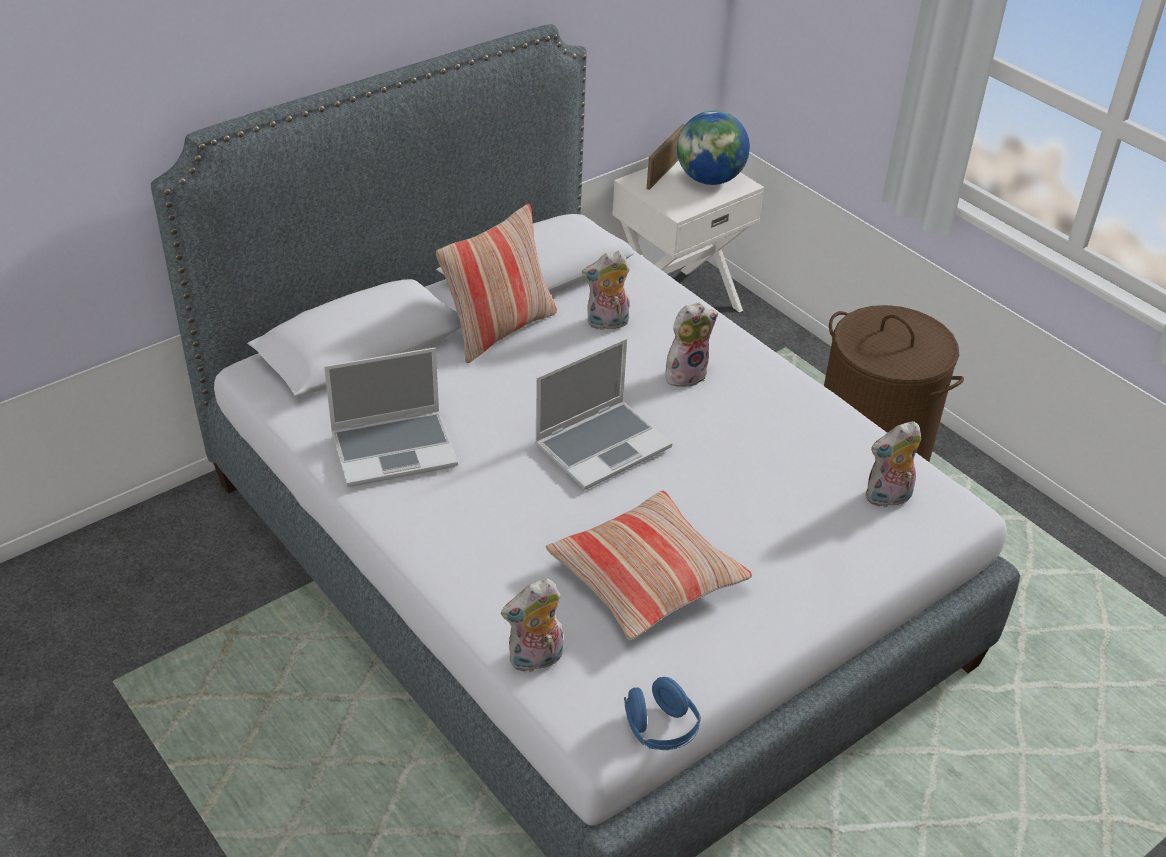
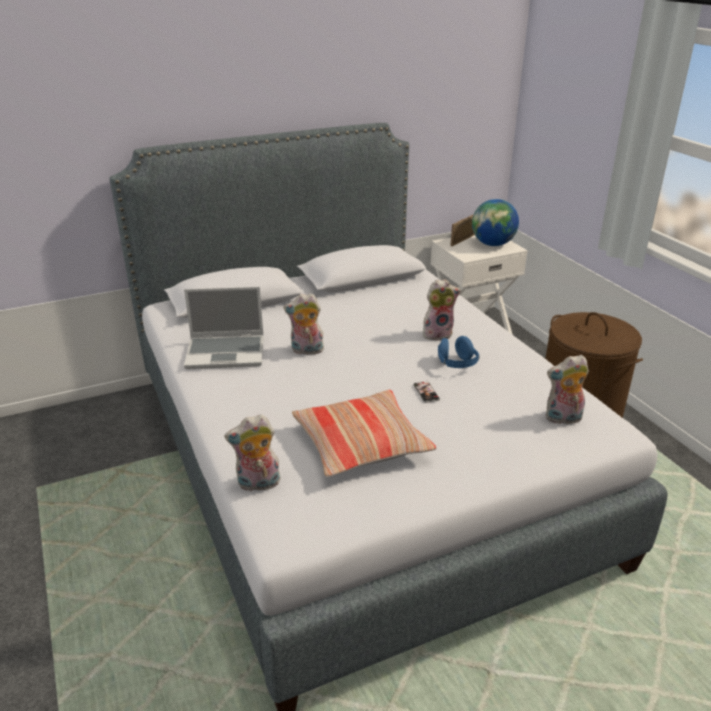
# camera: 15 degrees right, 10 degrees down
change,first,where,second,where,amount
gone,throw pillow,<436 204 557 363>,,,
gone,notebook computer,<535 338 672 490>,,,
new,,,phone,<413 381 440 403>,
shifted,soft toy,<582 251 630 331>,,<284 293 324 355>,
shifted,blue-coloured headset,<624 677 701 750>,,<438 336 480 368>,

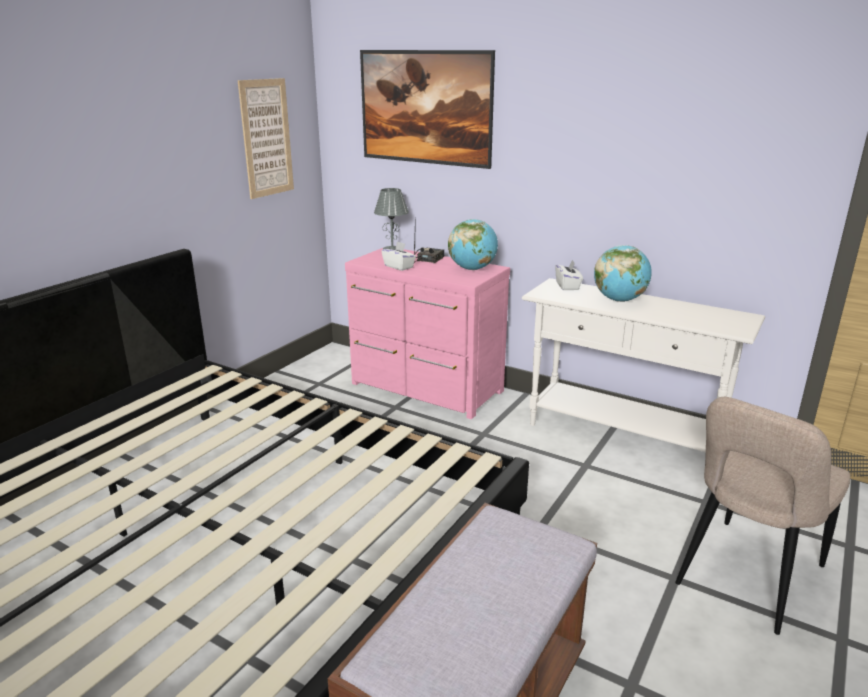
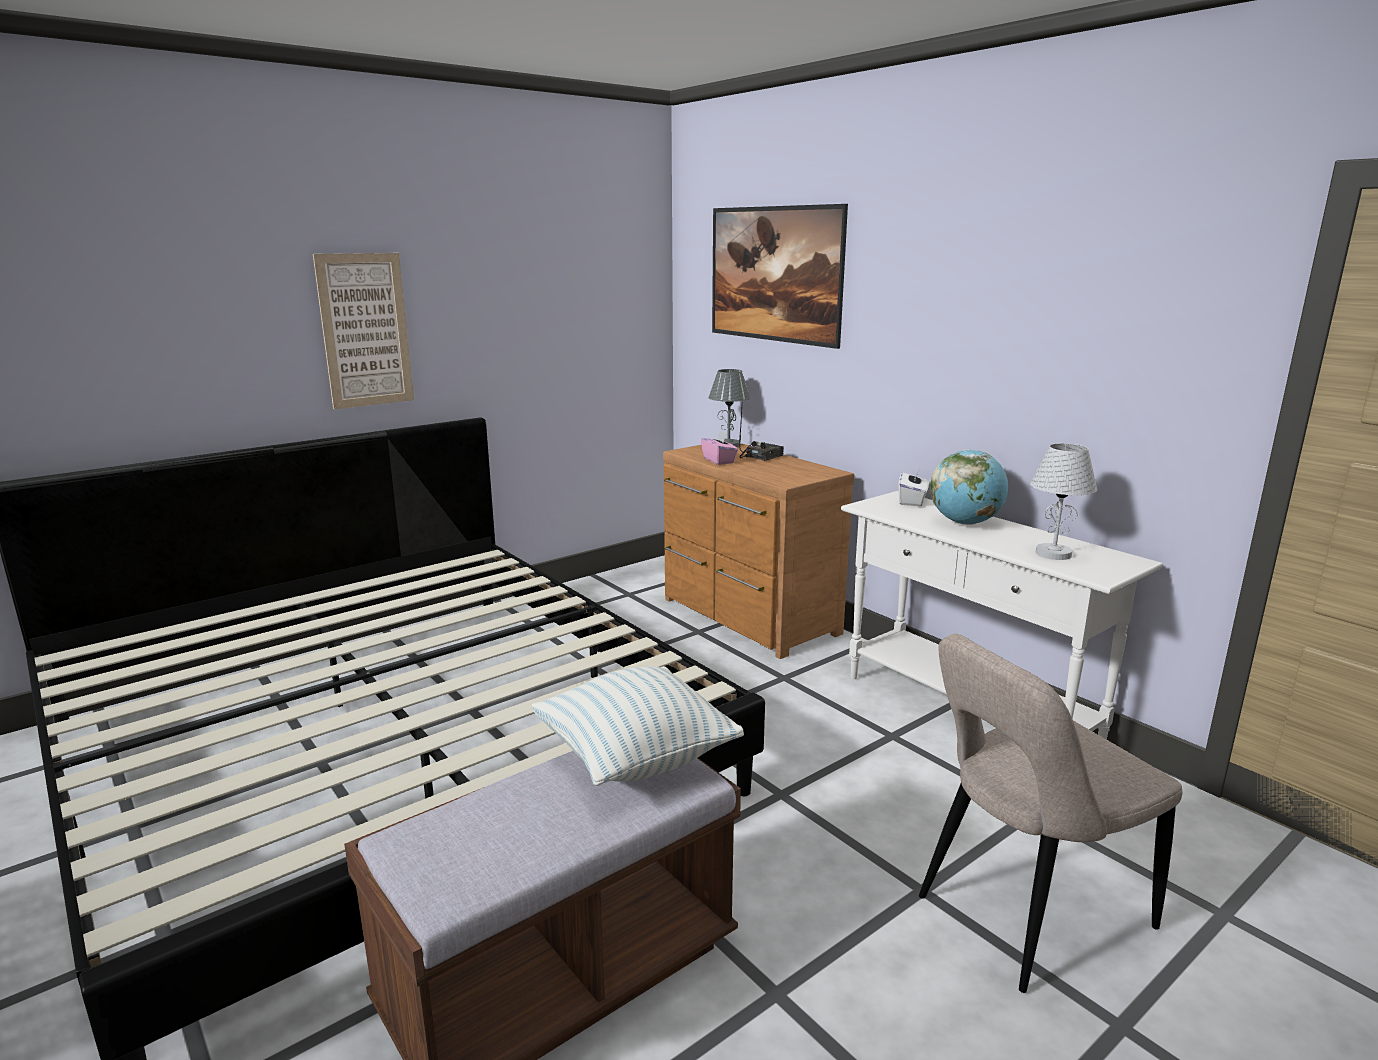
# camera: 20 degrees right, 5 degrees down
change,first,where,second,where,amount
gone,world globe,<448 219 498 270>,,,
new,,,throw pillow,<531 666 744 786>,
new,,,white lamp for a table,<1030 443 1097 560>,
shifted,picture,<238 78 294 199>,,<313 253 414 409>,
repainted,pink-coloured dresser,<345 248 510 419>,brown dresser,<663 443 855 659>,
repainted,white tissue box,<381 241 416 271>,pink-coloured tissue box,<701 430 738 465>,

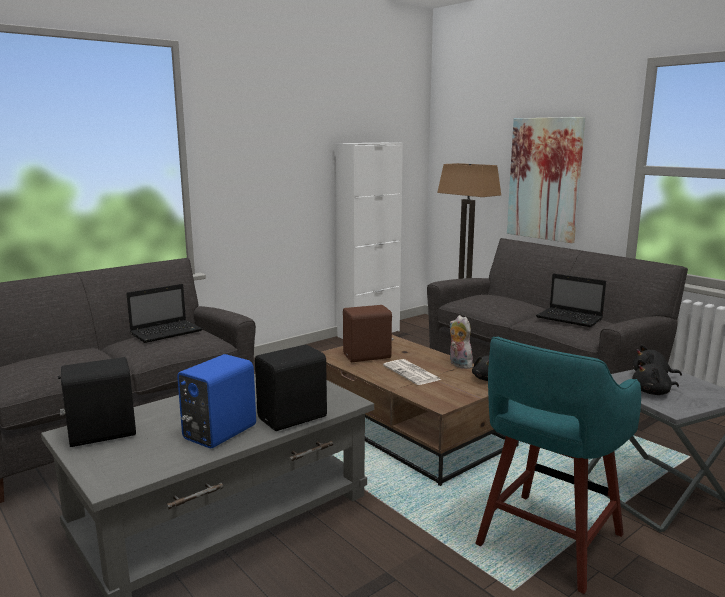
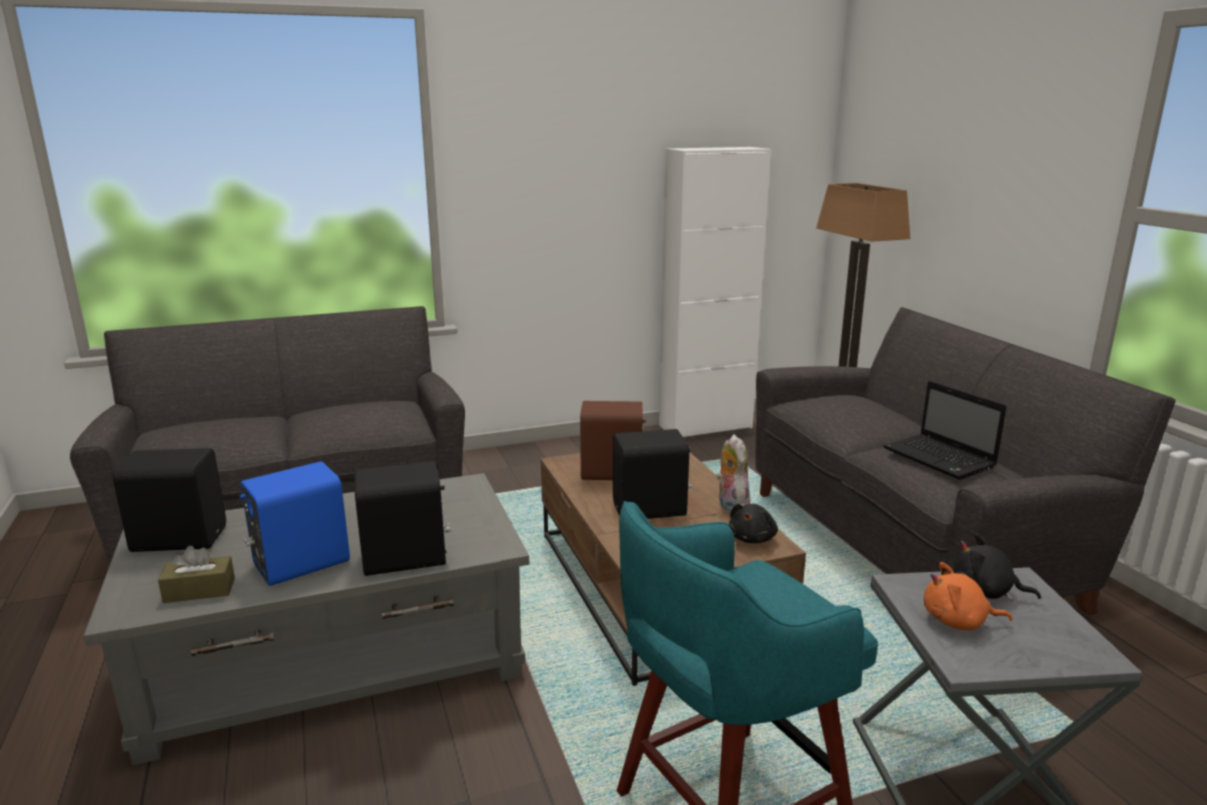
# camera: 20 degrees right, 5 degrees up
change,first,where,second,where,amount
gone,notebook computer,<126 284 202 343>,,,
gone,picture,<507 117 586 243>,,,
new,,,brown tissue box,<158 546 235 603>,
swapped,newspaper,<383 359 441 385>,blackish loudspeaker,<613 429 692 519>,
repainted,blackish soft toy,<632 359 679 395>,orangey soft toy,<924 562 1012 630>,

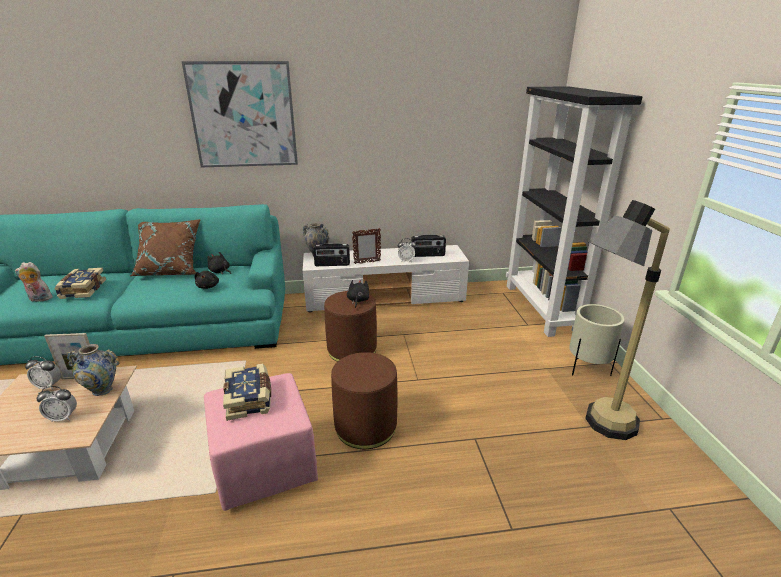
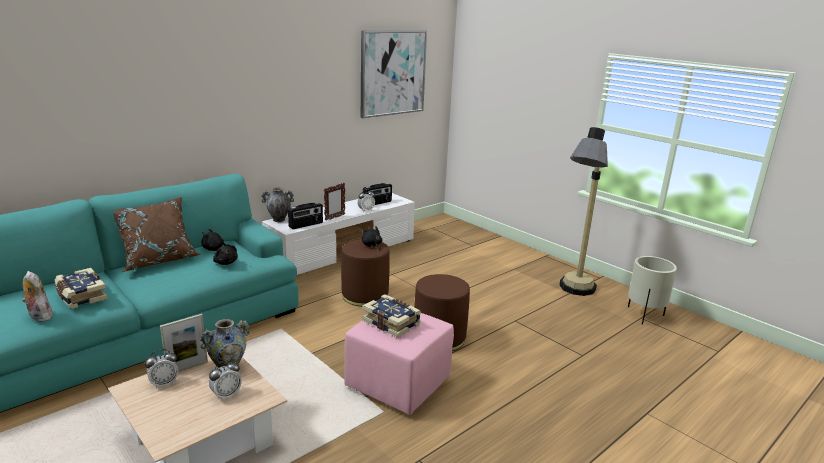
# camera: 35 degrees left, 5 degrees down
change,first,where,second,where,amount
gone,blackish bookshelf,<506 86 643 337>,,,
shifted,picture,<181 61 298 167>,,<361 30 427 118>,
shifted,beige-coloured flower pot,<569 304 624 376>,,<628 256 677 325>,
rotated,soft toy,<15 262 52 302>,,<22 271 52 322>,75 degrees clockwise

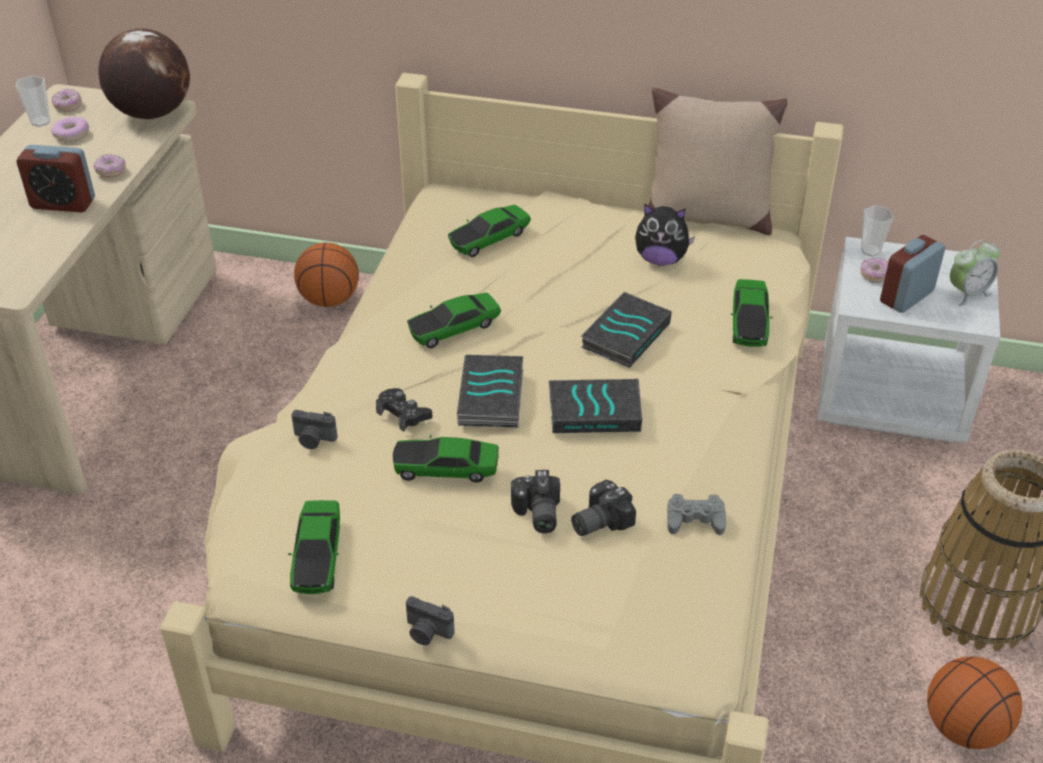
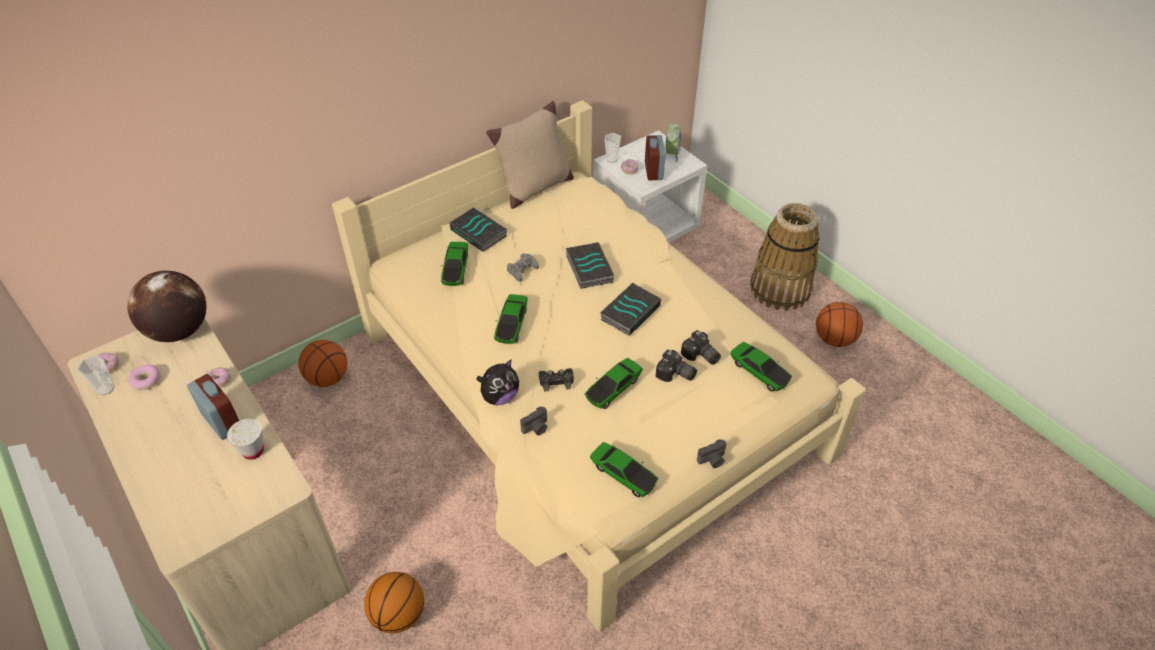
# camera: 50 degrees left, 5 degrees up
change,first,where,second,where,amount
new,,,white cup,<227 419 264 460>,
new,,,ball for basketball,<364 572 424 633>,
shifted,volume,<457 355 523 428>,,<449 207 507 252>,
shifted,soft toy,<635 204 695 266>,,<476 360 519 405>,
shifted,greyish joypad,<667 494 726 535>,,<507 253 539 282>,
shifted,model car,<731 279 773 347>,,<730 342 792 392>,
rotated,bedside clock,<16 145 95 212>,,<187 374 239 440>,90 degrees counterclockwise
rotated,photo camera,<571 480 636 536>,,<681 330 721 365>,45 degrees counterclockwise

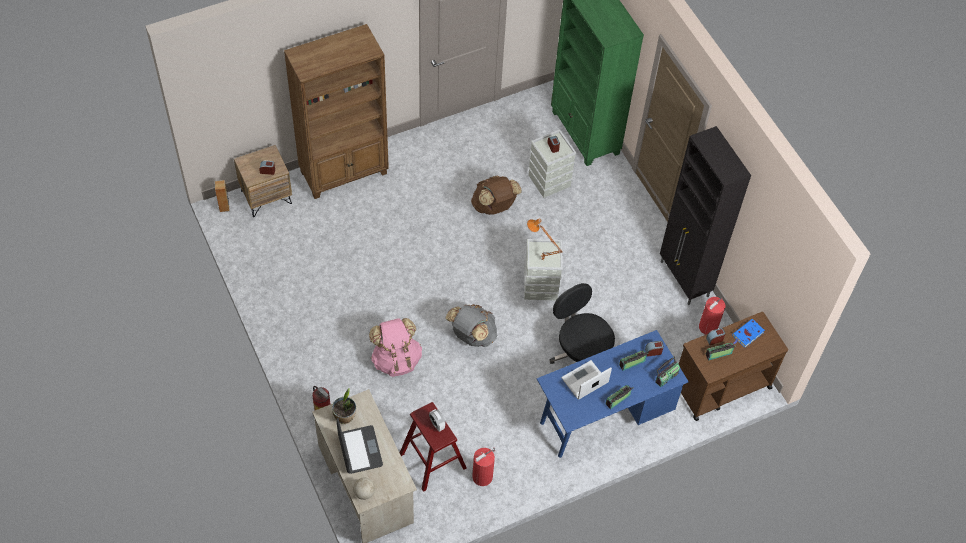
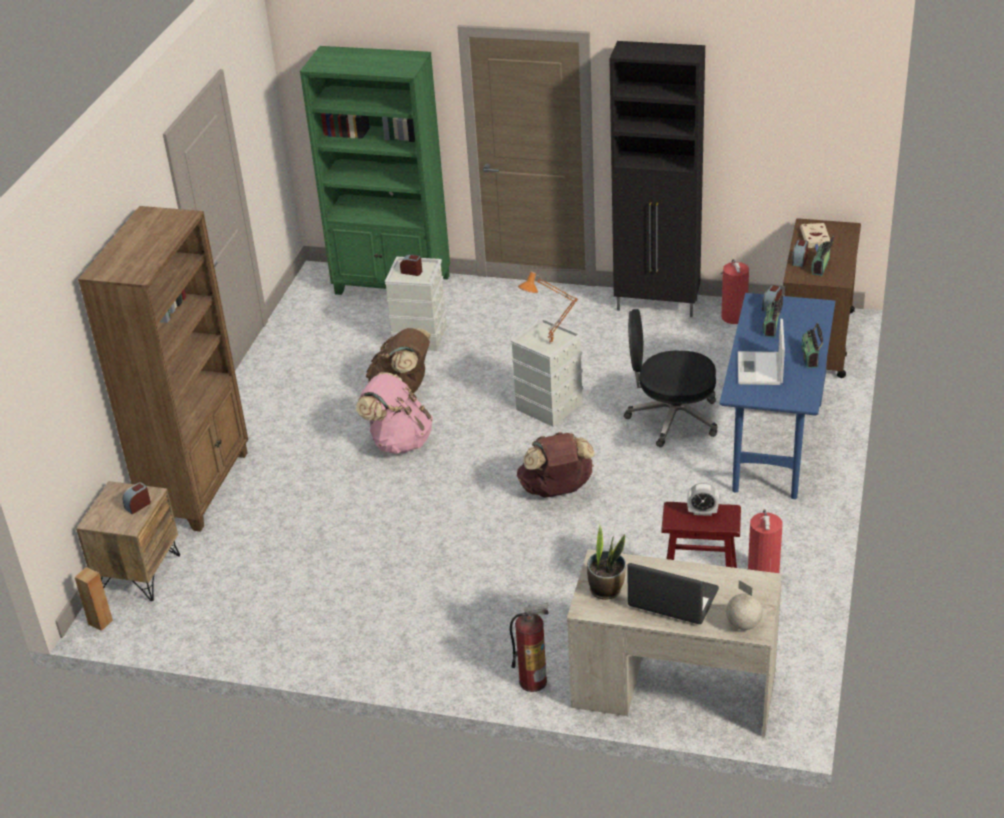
# camera: 45 degrees left, 20 degrees down
change,first,where,second,where,amount
gone,radio set,<655 357 680 387>,,,
shifted,pink-coloured knapsack,<369 318 422 377>,,<356 372 433 454>,
repainted,greyish knapsack,<446 304 498 347>,brown knapsack,<517 432 595 498>,
repainted,blue-coloured volume,<732 319 765 347>,beige-coloured volume,<800 223 830 252>,

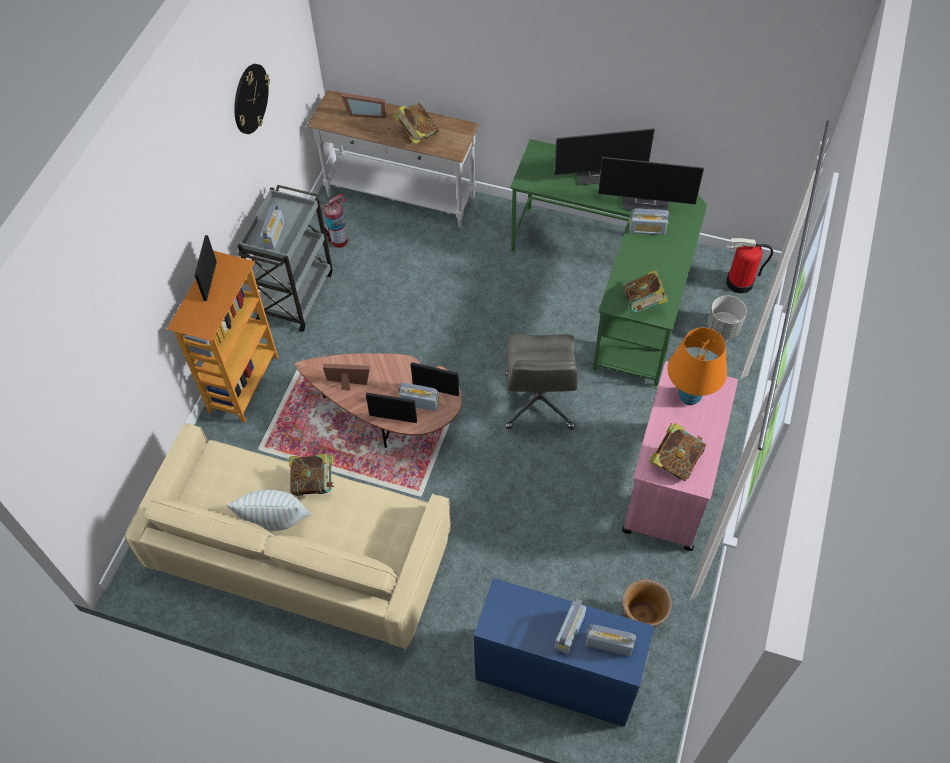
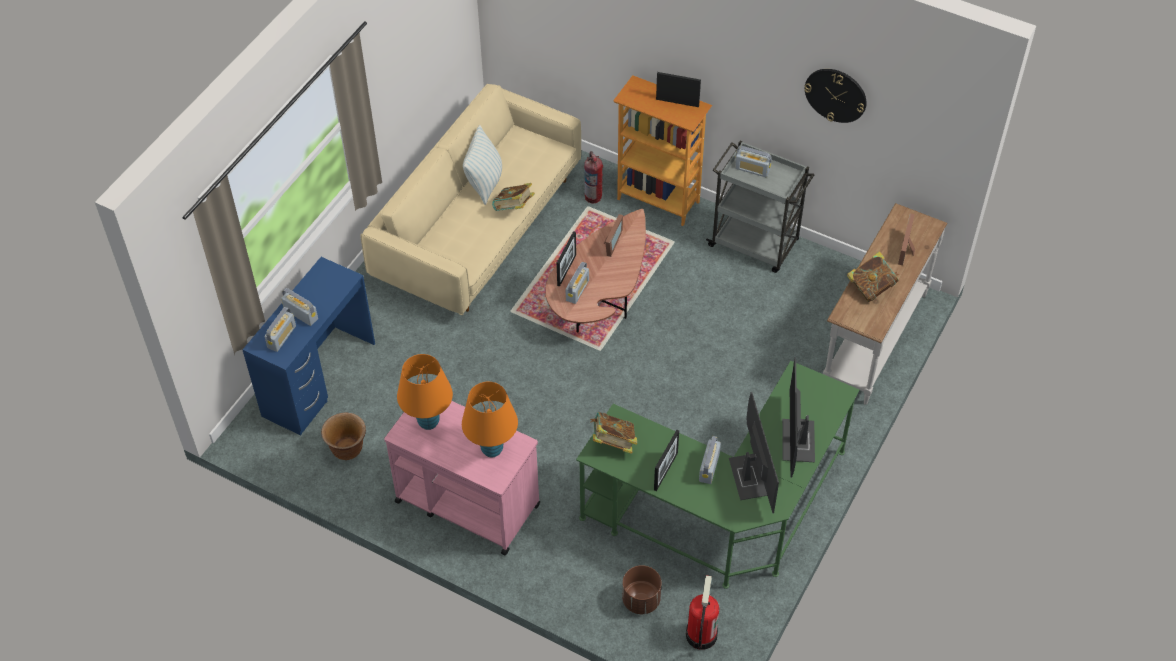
# camera: 100 degrees right, 5 degrees down
change,first,where,second,where,amount
gone,greyish office chair,<505 334 577 429>,,,
shifted,fire-fighting cylinder,<321 194 348 248>,,<584 151 603 203>,
shifted,picture frame,<411 362 459 396>,,<654 430 679 491>,
swapped,volume,<649 423 706 481>,orangey lamp for a table,<397 354 453 430>,
repainted,greyish flower pot,<707 296 747 339>,brown flower pot,<622 565 662 614>,
rotated,computer display,<598 157 704 211>,,<729 392 779 513>,150 degrees clockwise

